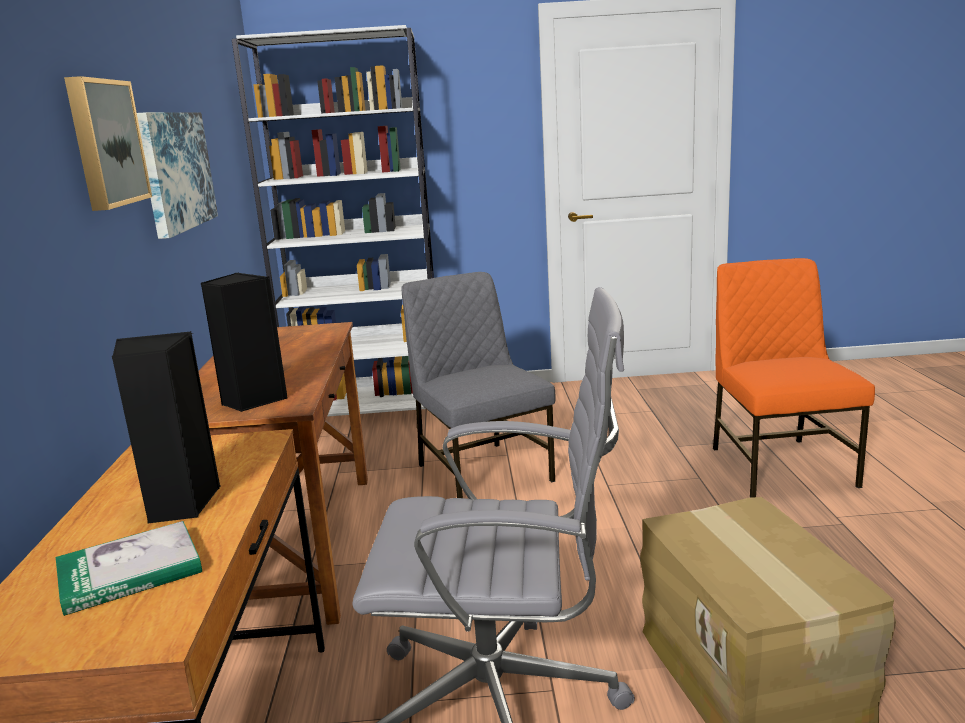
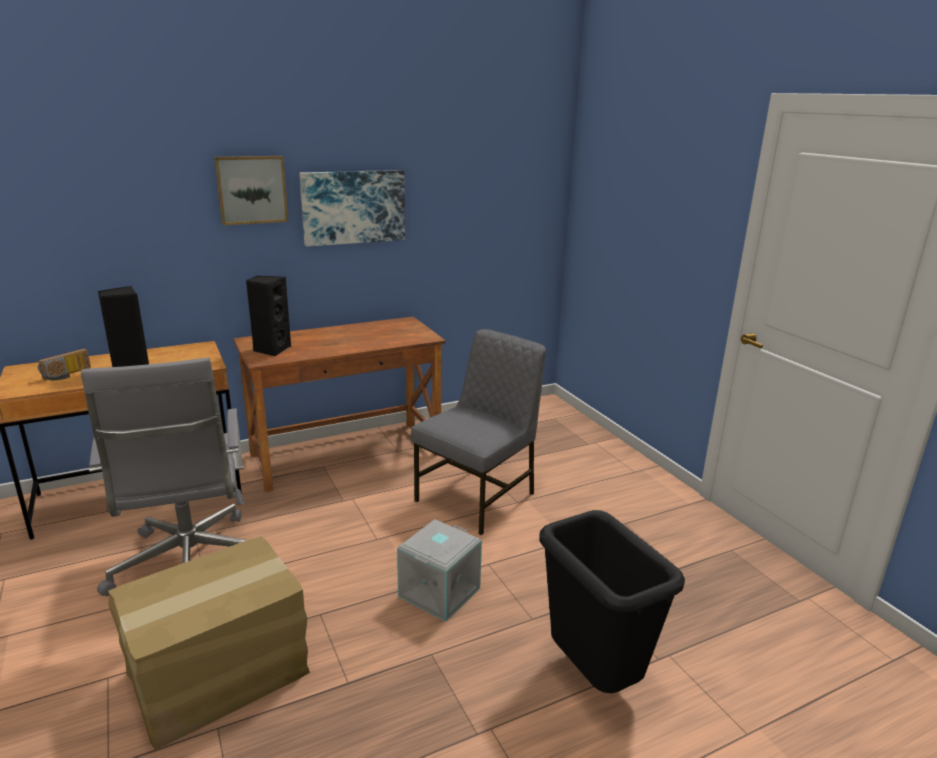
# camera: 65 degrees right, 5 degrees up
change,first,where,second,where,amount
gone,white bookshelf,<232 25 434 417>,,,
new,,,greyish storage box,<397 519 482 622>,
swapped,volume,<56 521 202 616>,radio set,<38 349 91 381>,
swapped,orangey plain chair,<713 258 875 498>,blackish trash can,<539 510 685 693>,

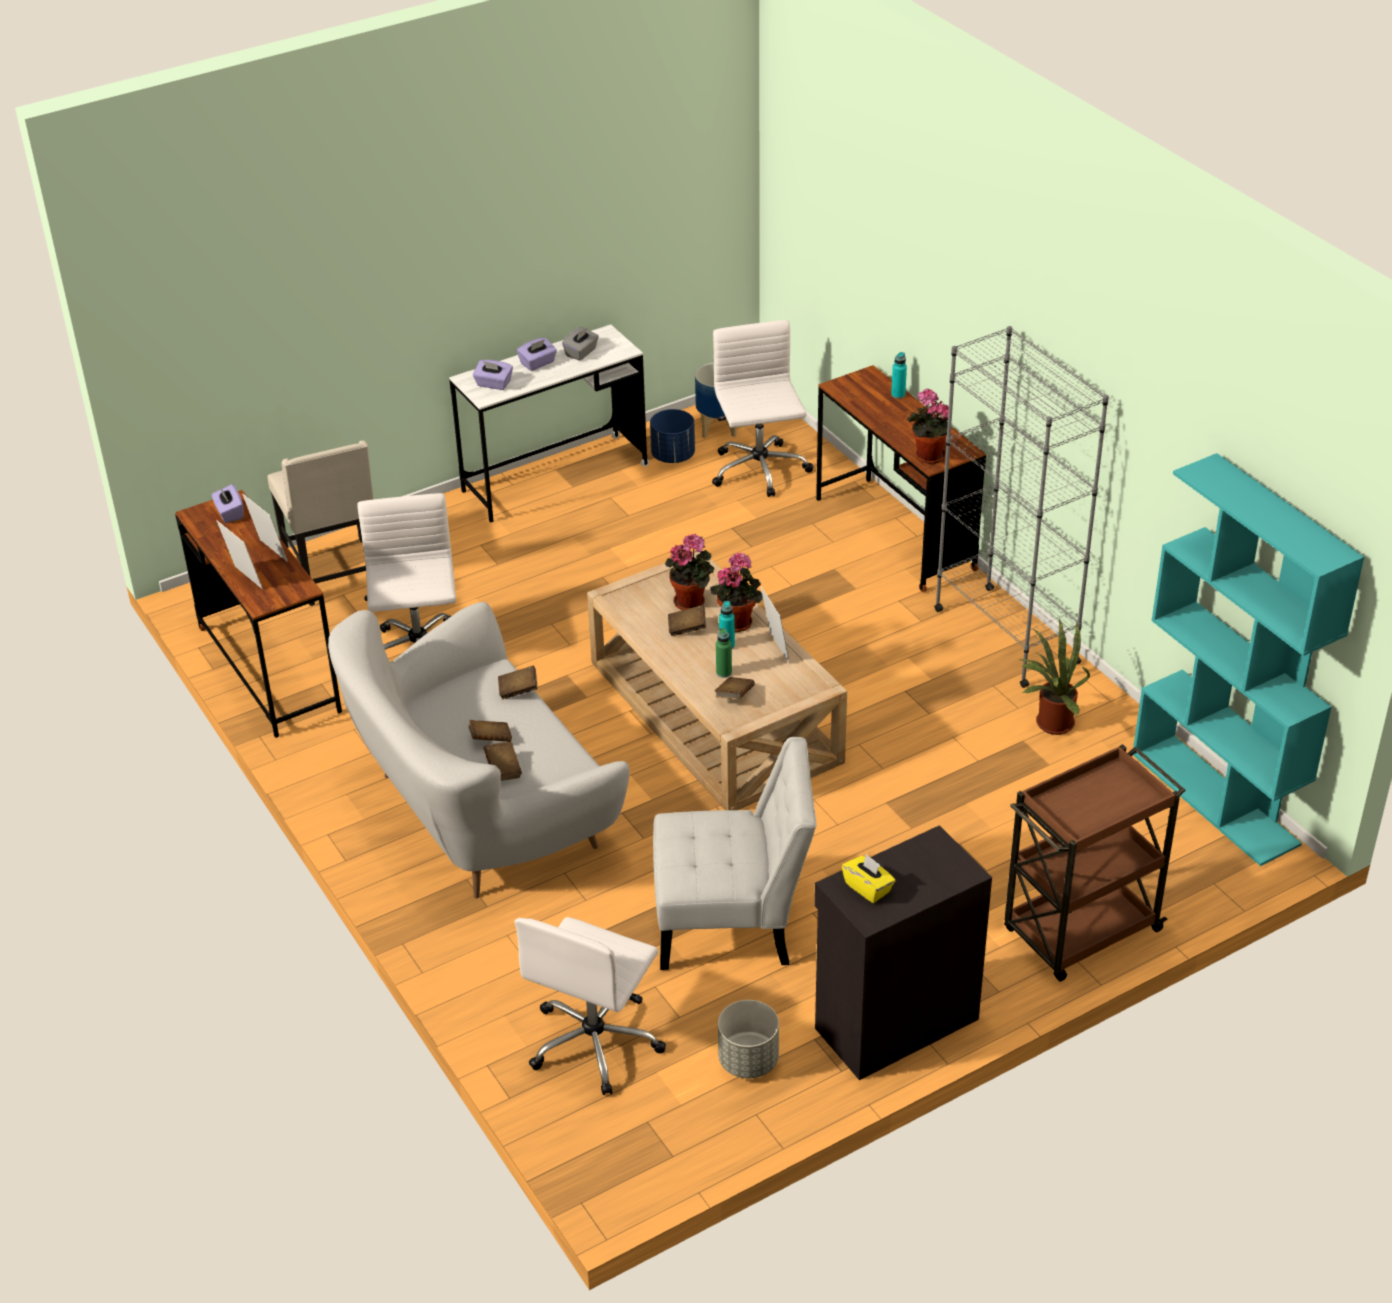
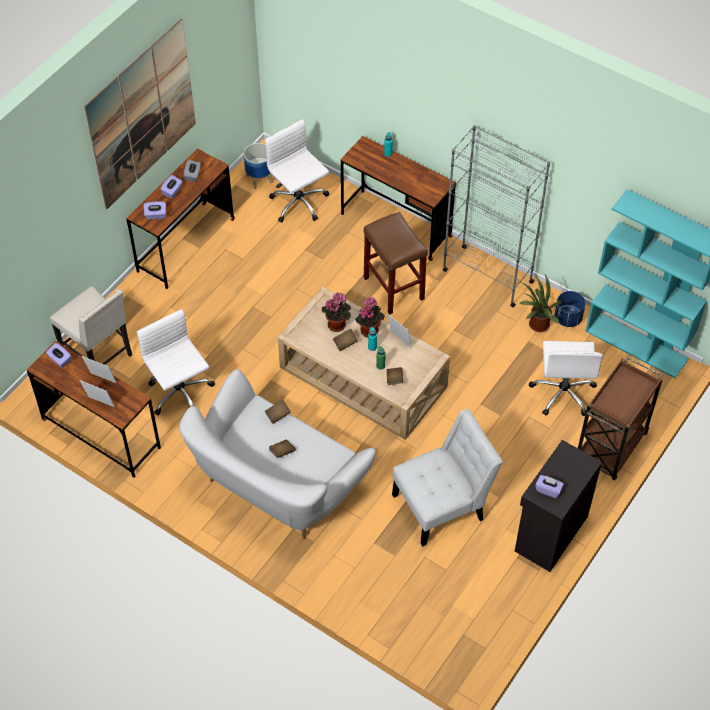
# camera: 25 degrees left, 15 degrees up
change,first,where,second,where,amount
gone,brown volume,<483 742 522 781>,,,
gone,greyish flower pot,<718 1000 779 1078>,,,
gone,plant in a pot,<907 389 949 464>,,,
new,,,picture,<84 19 196 209>,
new,,,brown stool seat,<364 212 428 315>,
shifted,white office chair,<515 917 666 1095>,,<529 341 603 416>,
shifted,blue-coloured flower pot,<650 409 695 463>,,<555 291 586 327>,
repainted,white desk,<449 324 649 523>,brown desk,<126 149 235 289>,
repainted,yellowish tissue box,<842 854 896 903>,purple-coloured tissue box,<535 475 564 498>,

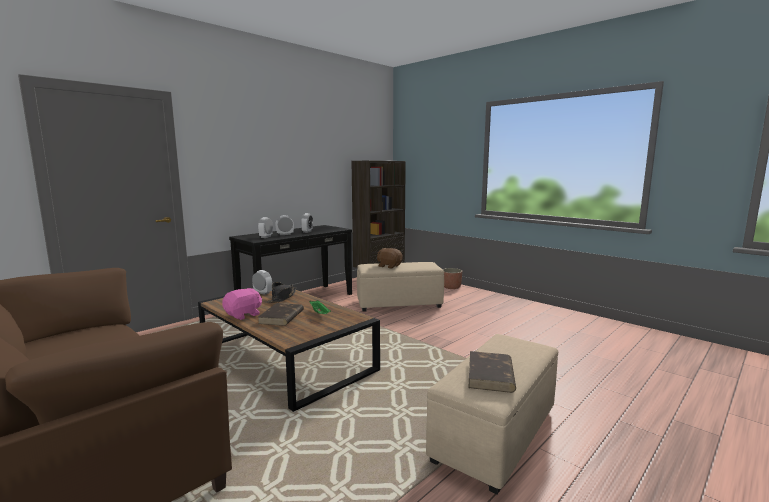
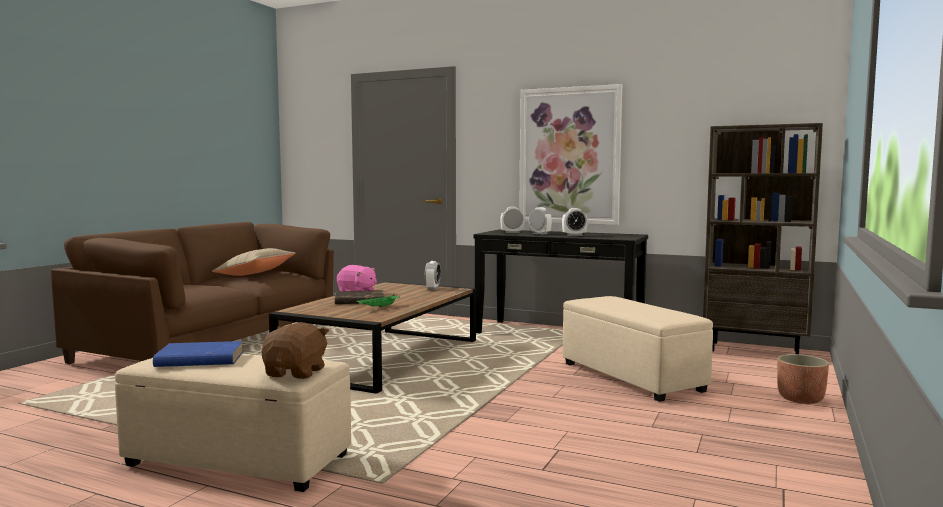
# camera: 70 degrees right, 5 degrees down
change,first,where,second,where,amount
gone,blackish clothing hat,<267 282 297 303>,,,
new,,,beige-coloured throw pillow,<212 248 296 276>,
new,,,picture,<519 84 622 225>,
shifted,brown soft toy,<377 248 403 269>,,<262 322 329 379>,
repainted,brown volume,<468 351 516 393>,blue-coloured volume,<153 341 243 367>,

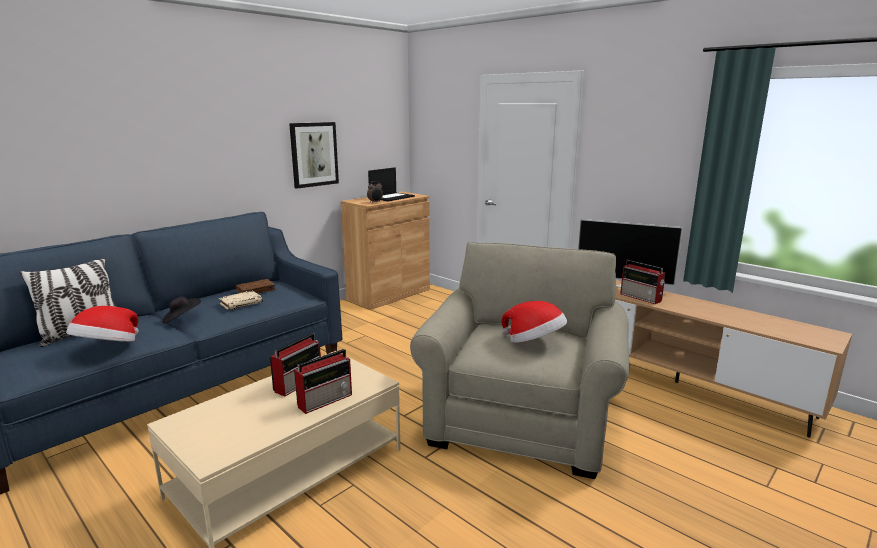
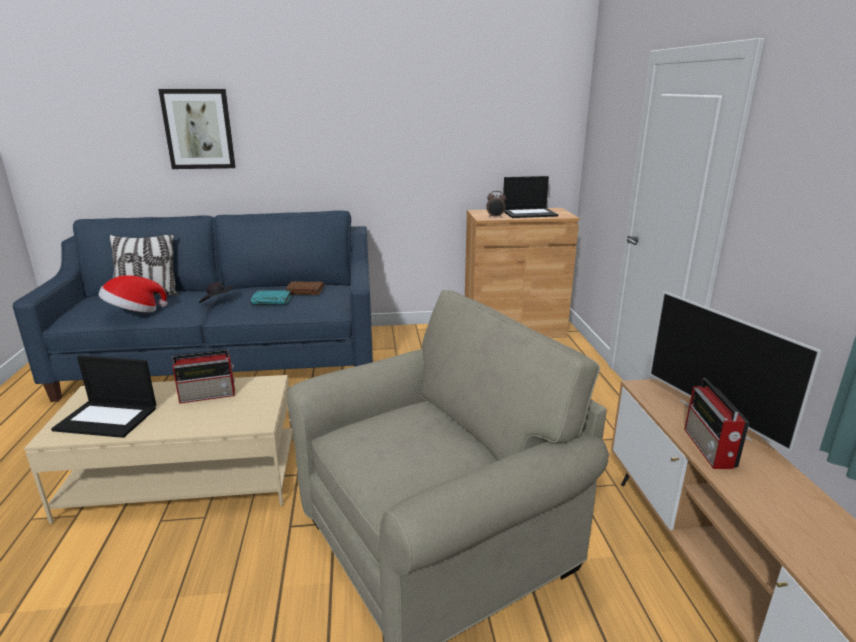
# camera: 40 degrees right, 5 degrees up
change,first,where,second,where,amount
gone,radio set,<294 349 352 414>,,,
gone,clothing hat,<501 301 567 343>,,,
new,,,notebook computer,<51 355 156 438>,
shifted,picture,<289 122 339 189>,,<158 89 236 169>,
repainted,beige-coloured volume,<219 291 263 310>,turquoise volume,<250 290 291 305>,

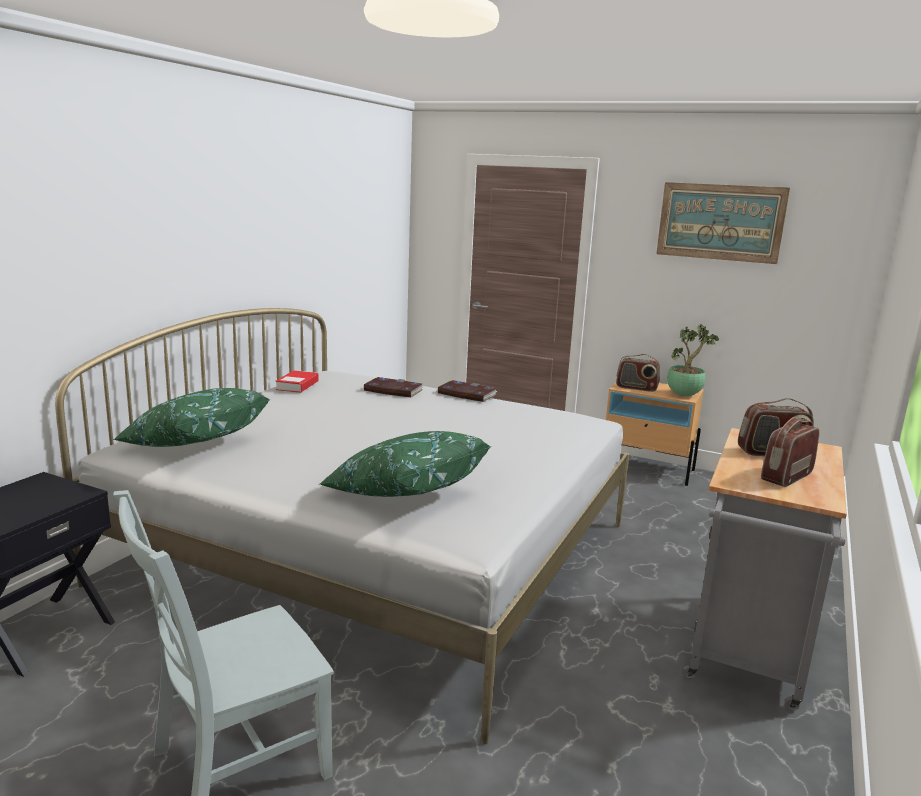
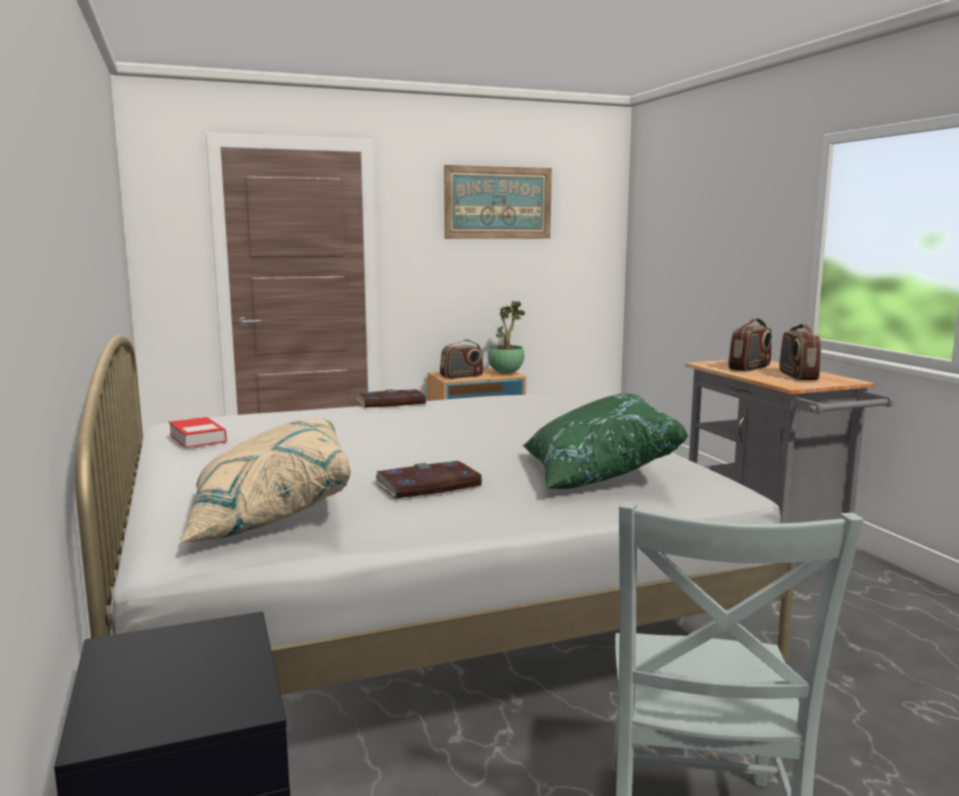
# camera: 45 degrees left, 5 degrees down
change,first,where,second,where,amount
shifted,volume,<363 377 424 397>,,<374 461 483 499>,
repainted,green throw pillow,<113 388 271 447>,beige-coloured throw pillow,<180 419 351 542>,

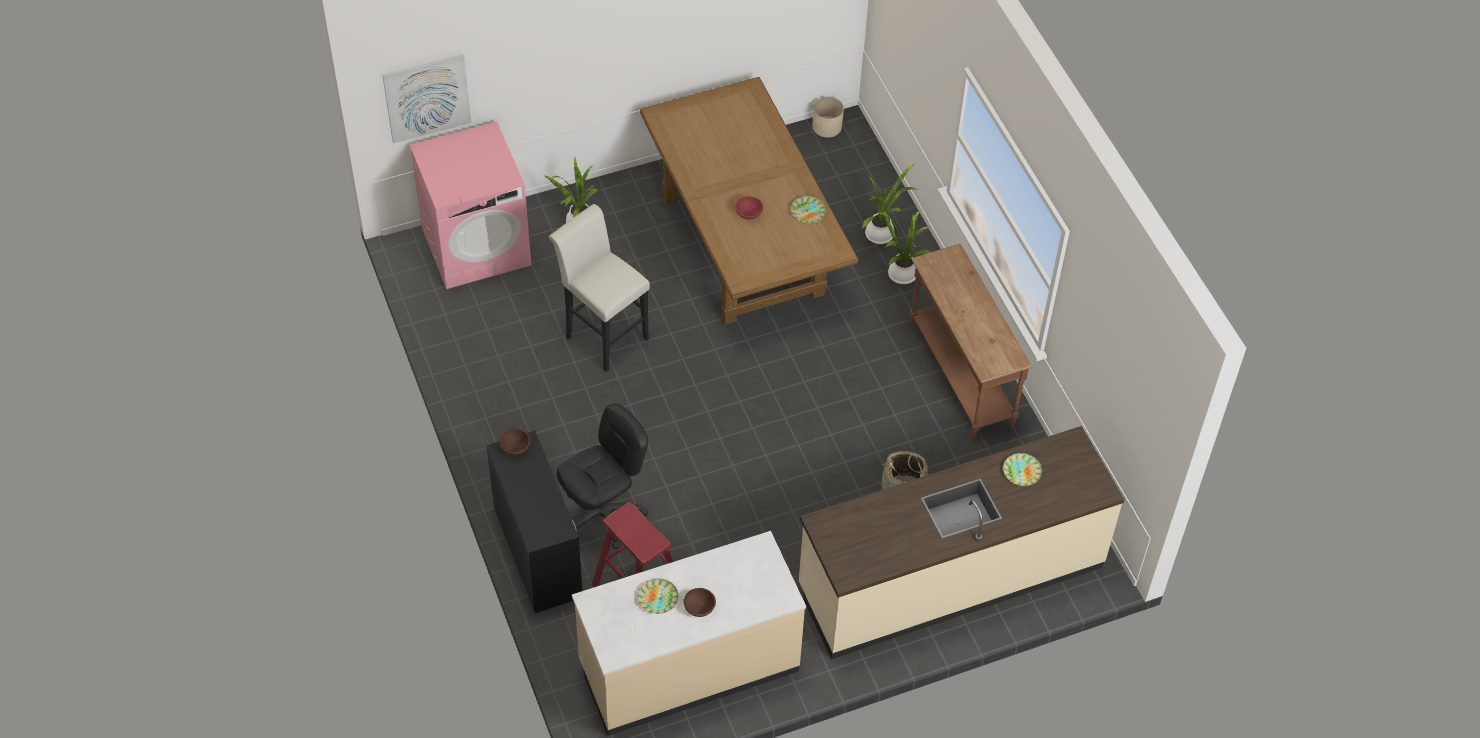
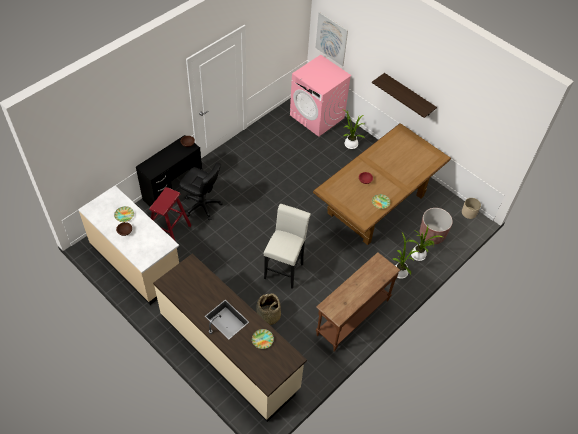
# camera: 65 degrees right, 0 degrees up
change,first,where,second,where,amount
new,,,wall shelf,<372 73 437 118>,
new,,,brown flower pot,<420 208 453 244>,
shifted,white stool seat,<549 204 650 372>,,<264 204 311 289>,

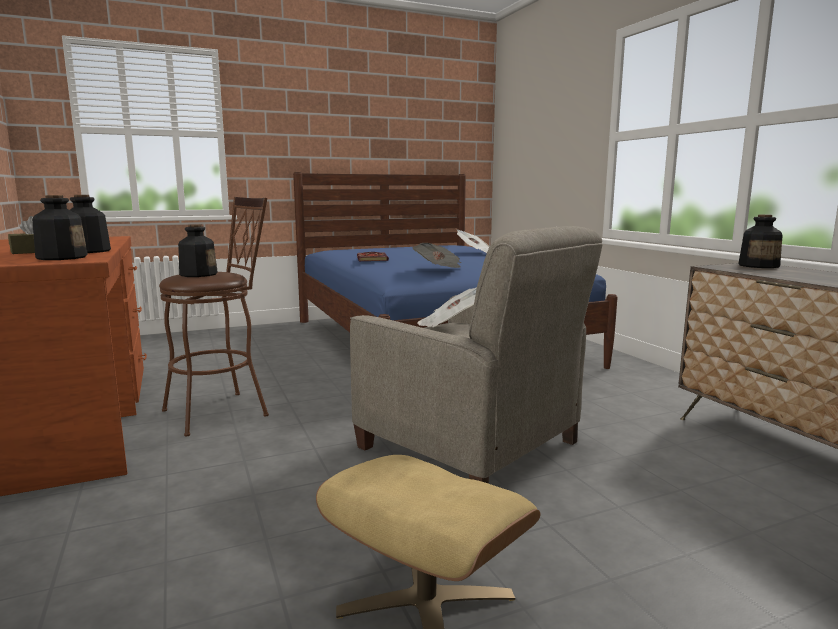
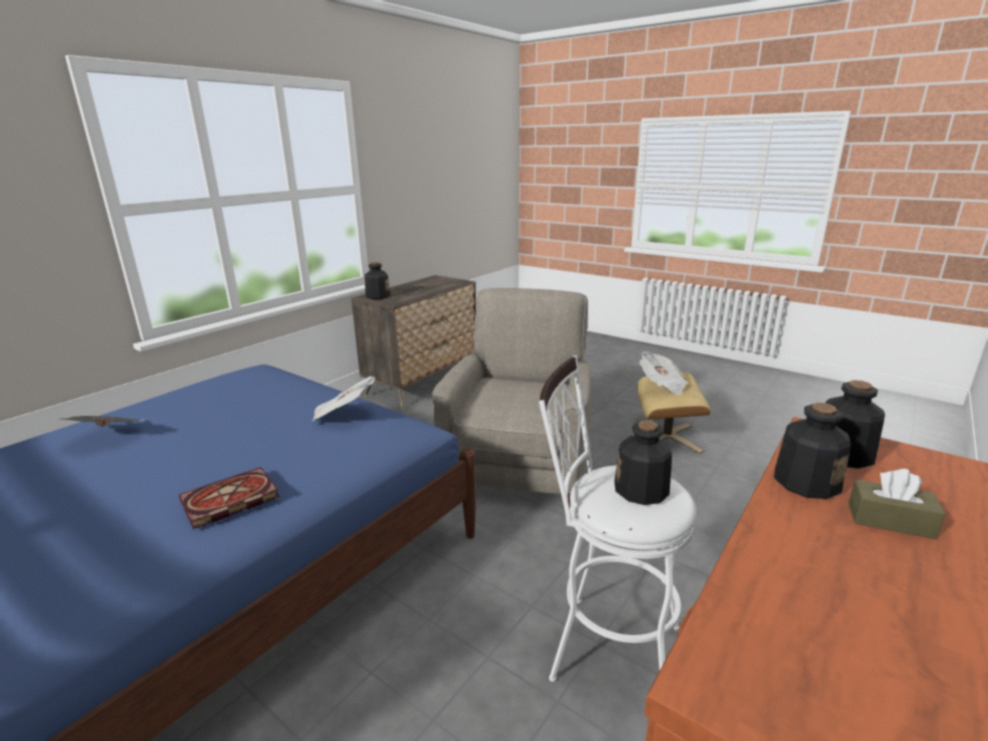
# camera: 120 degrees left, 10 degrees up
change,first,where,second,where,amount
shifted,newspaper,<417 287 477 327>,,<639 352 688 395>,
repainted,brown stool seat,<159 197 269 436>,white stool seat,<539 356 697 682>,

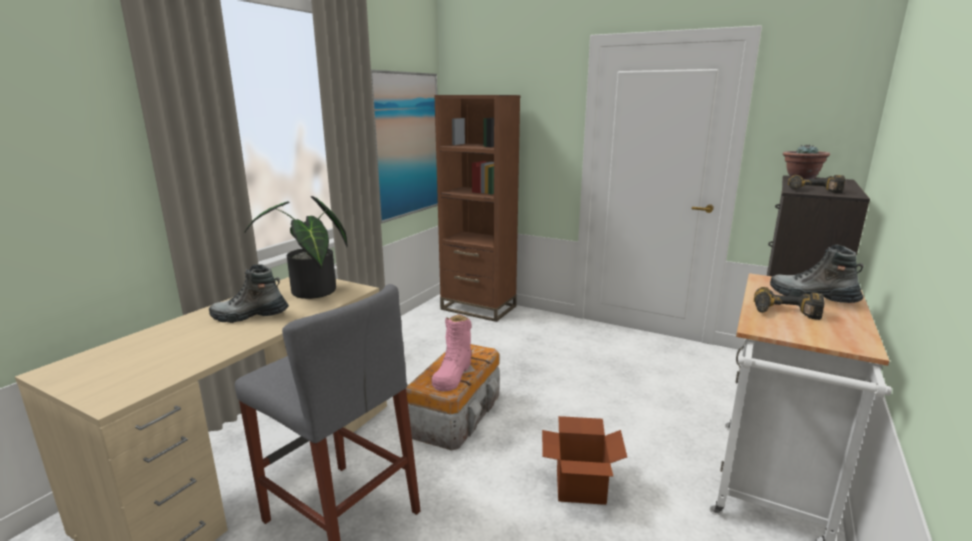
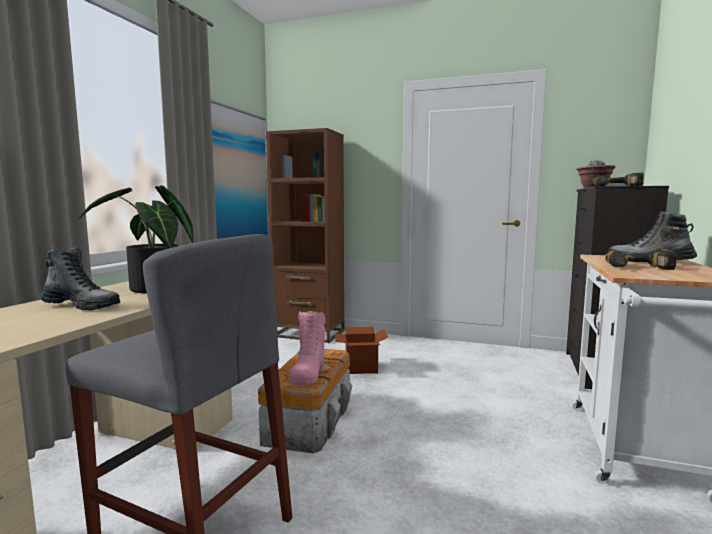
# camera: 10 degrees left, 10 degrees down
change,first,where,second,where,amount
shifted,packing box,<542 416 627 505>,,<335 327 388 374>,
rotated,high-top boot,<209 264 289 323>,,<41 247 120 310>,150 degrees counterclockwise

